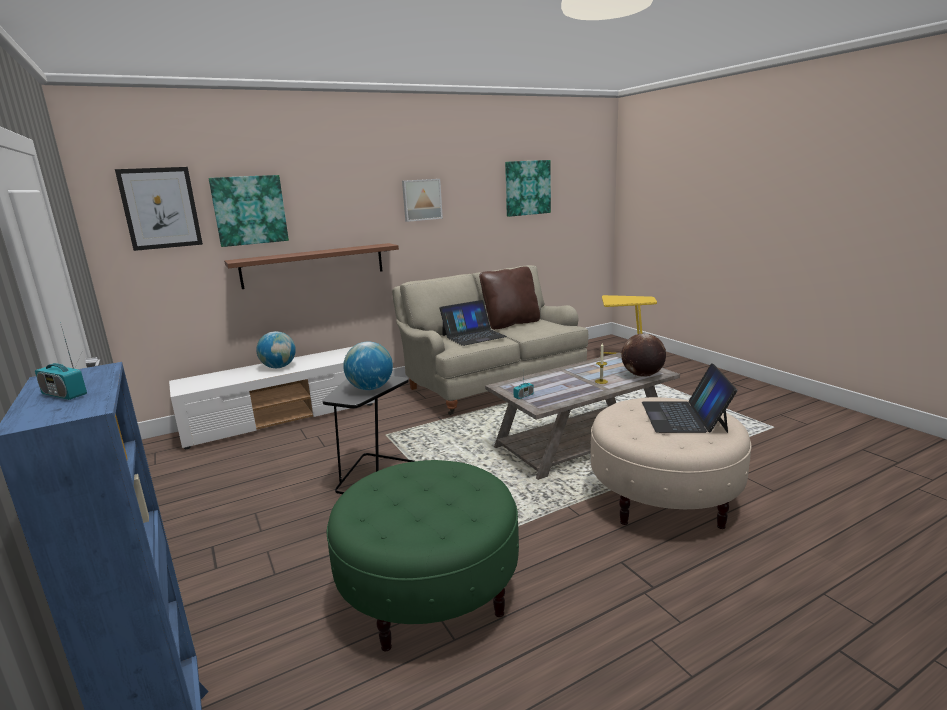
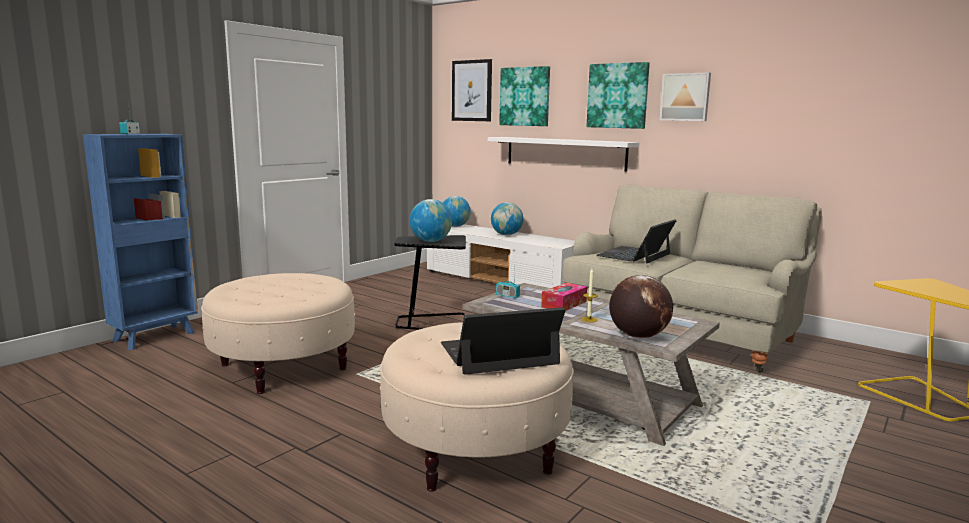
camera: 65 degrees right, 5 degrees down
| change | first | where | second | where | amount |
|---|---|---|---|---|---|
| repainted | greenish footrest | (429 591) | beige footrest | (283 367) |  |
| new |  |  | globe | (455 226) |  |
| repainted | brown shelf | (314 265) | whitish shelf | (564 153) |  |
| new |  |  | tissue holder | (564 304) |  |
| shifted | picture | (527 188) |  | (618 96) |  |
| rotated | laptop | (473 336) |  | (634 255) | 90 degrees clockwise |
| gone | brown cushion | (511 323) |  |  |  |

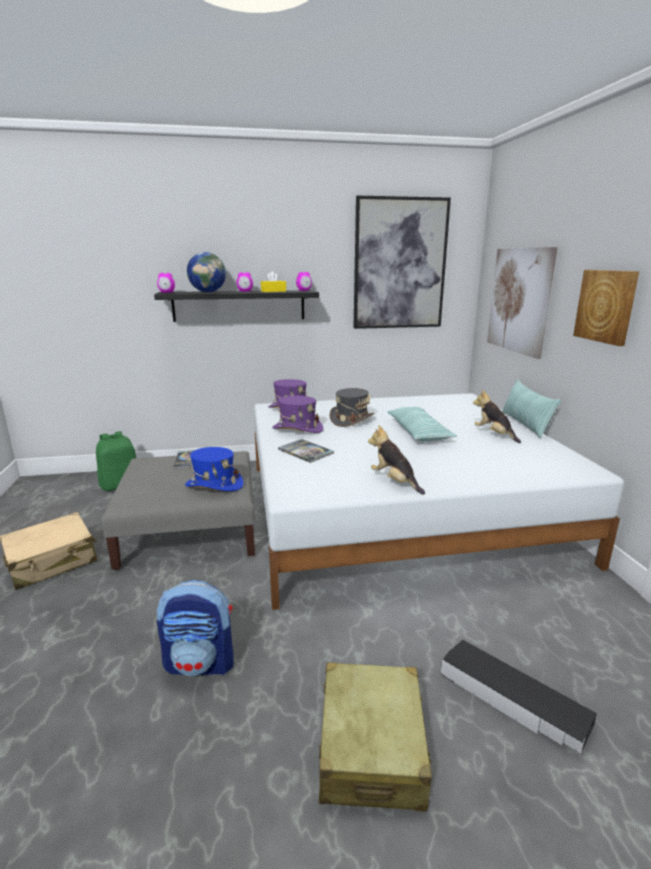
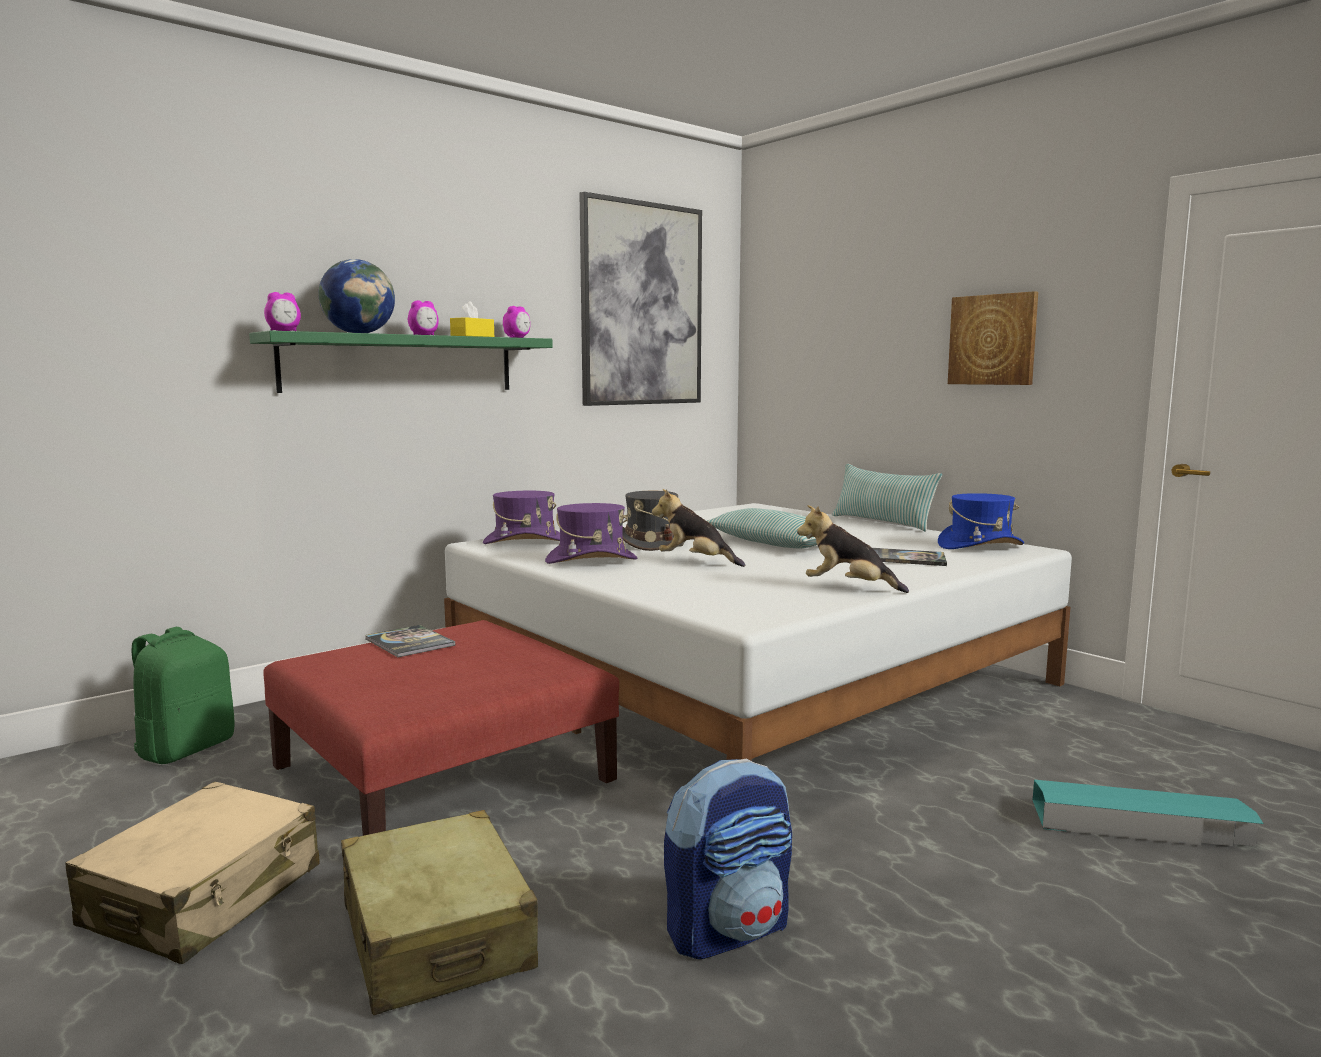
camera: 30 degrees left, 10 degrees down
| change | first | where | second | where | amount |
|---|---|---|---|---|---|
| repainted | black-coloured shelf | (239 305) | greenish shelf | (401 364) |  |
| repainted | gray footrest | (191 528) | red-coloured footrest | (444 774) |  |
| shifted | beige travel case | (371 747) |  | (437 936) |  |
| shifted | cuddly toy | (494 434) |  | (696 562) |  |
| shifted | bound book | (305 451) |  | (907 558) |  |
| shifted | blue-coloured clothing hat | (214 485) |  | (980 546) |  |
| repainted | black-coloured storage bin | (512 700) | turquoise-coloured storage bin | (1140 825) |  |
| gone | picture | (519 300) |  |  |  |

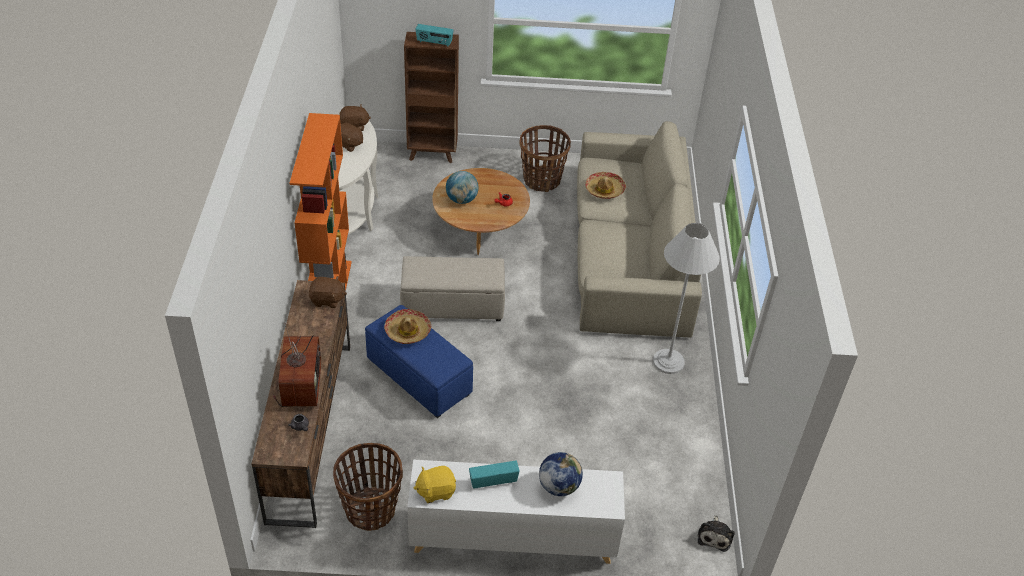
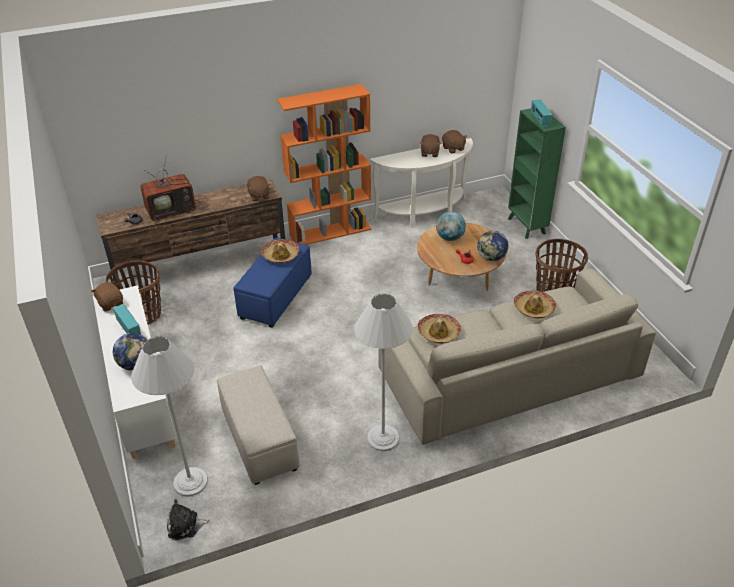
camera: 70 degrees right, 5 degrees down
| change | first | where | second | where | amount |
|---|---|---|---|---|---|
| repainted | yellowish cuddly toy | (435 491) | brown cuddly toy | (111 304) |  |
| new |  |  | whitish floor lamp | (190 482) |  |
| shifted | beige footrest | (451 305) |  | (259 439) |  |
| new |  |  | clothing hat | (438 333) |  |
| new |  |  | globe | (491 258) |  |
| repainted | brown bookshelf | (432 154) | greenish bookshelf | (526 226) |  |

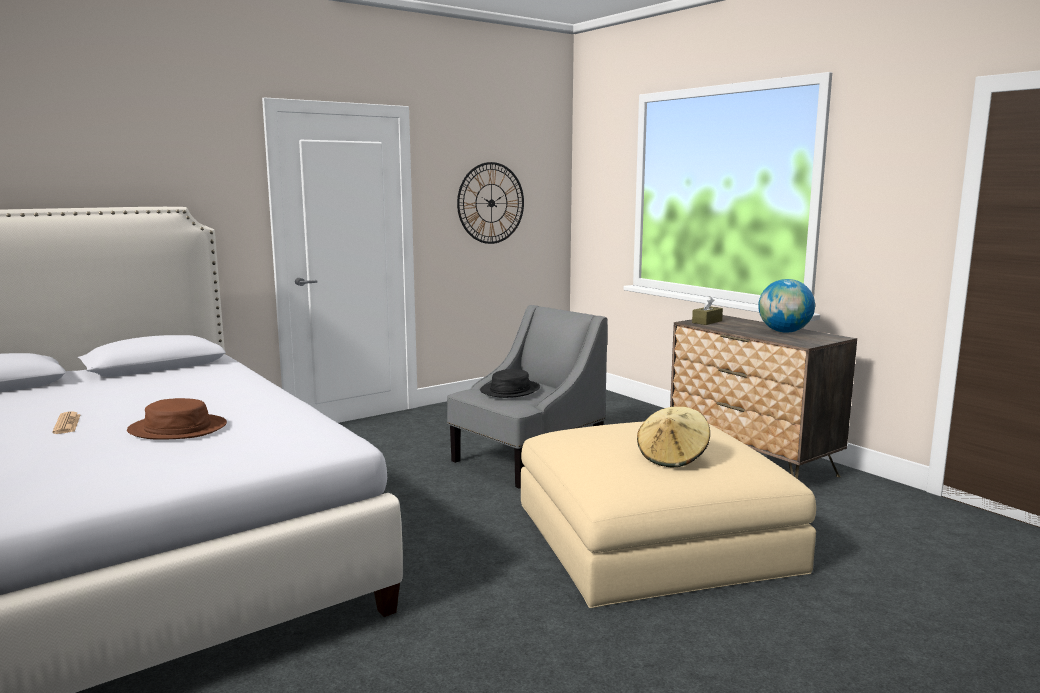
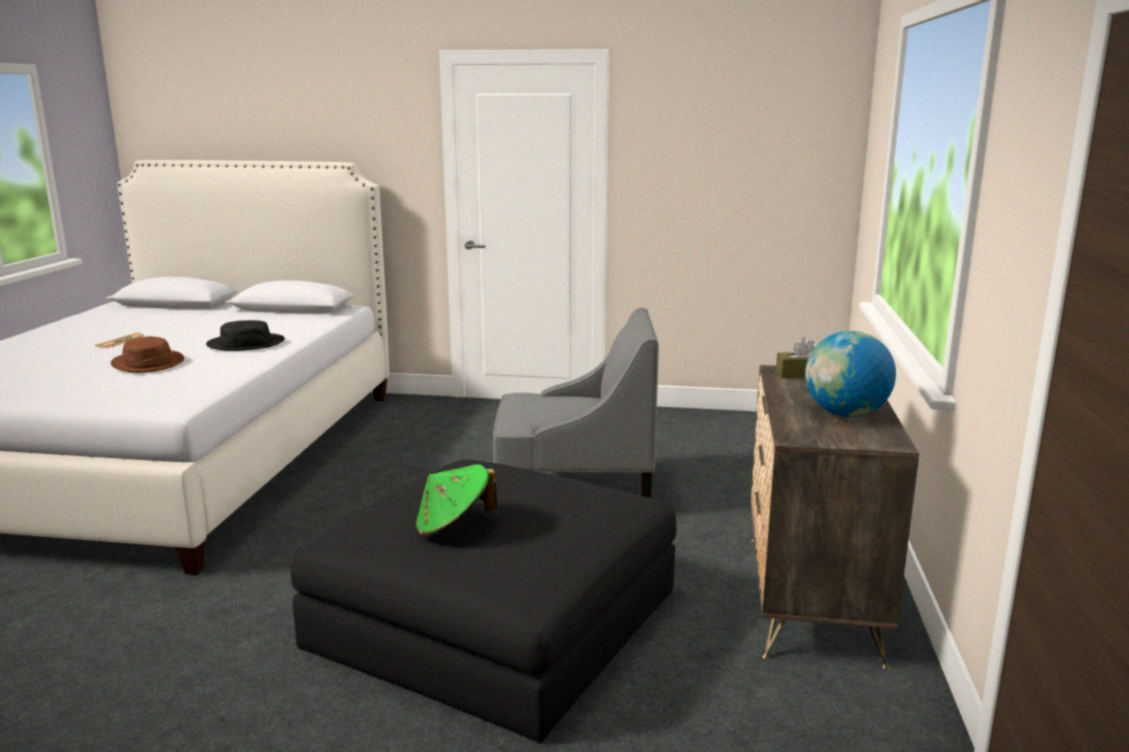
camera: 45 degrees right, 5 degrees up
| change | first | where | second | where | amount |
|---|---|---|---|---|---|
| shifted | black-coloured clothing hat | (510 390) |  | (246 343) |  |
| repainted | beige footrest | (652 536) | black-coloured footrest | (495 618) |  |
| repainted | beige clothing hat | (672 457) | greenish clothing hat | (453 526) |  |
| gone | wall clock | (491 203) |  |  |  |

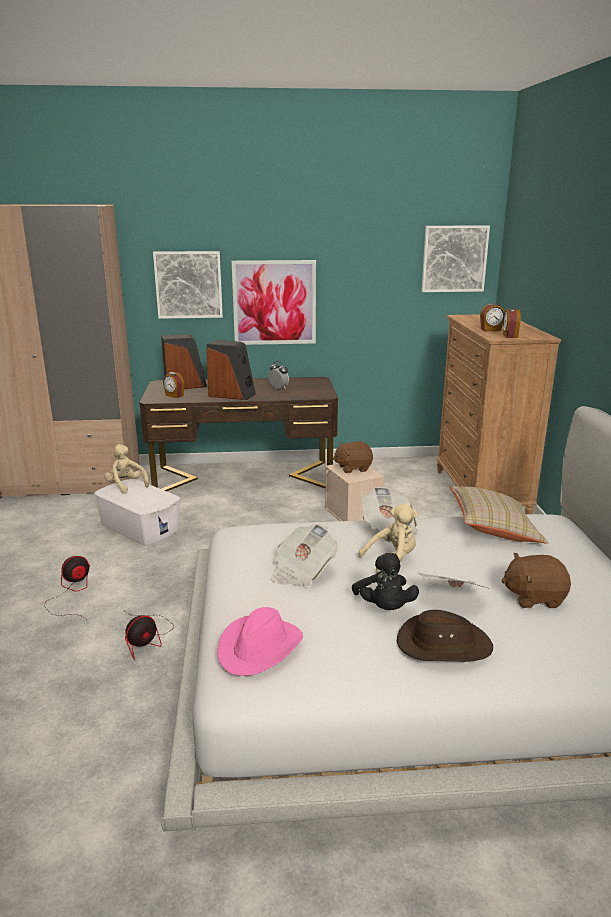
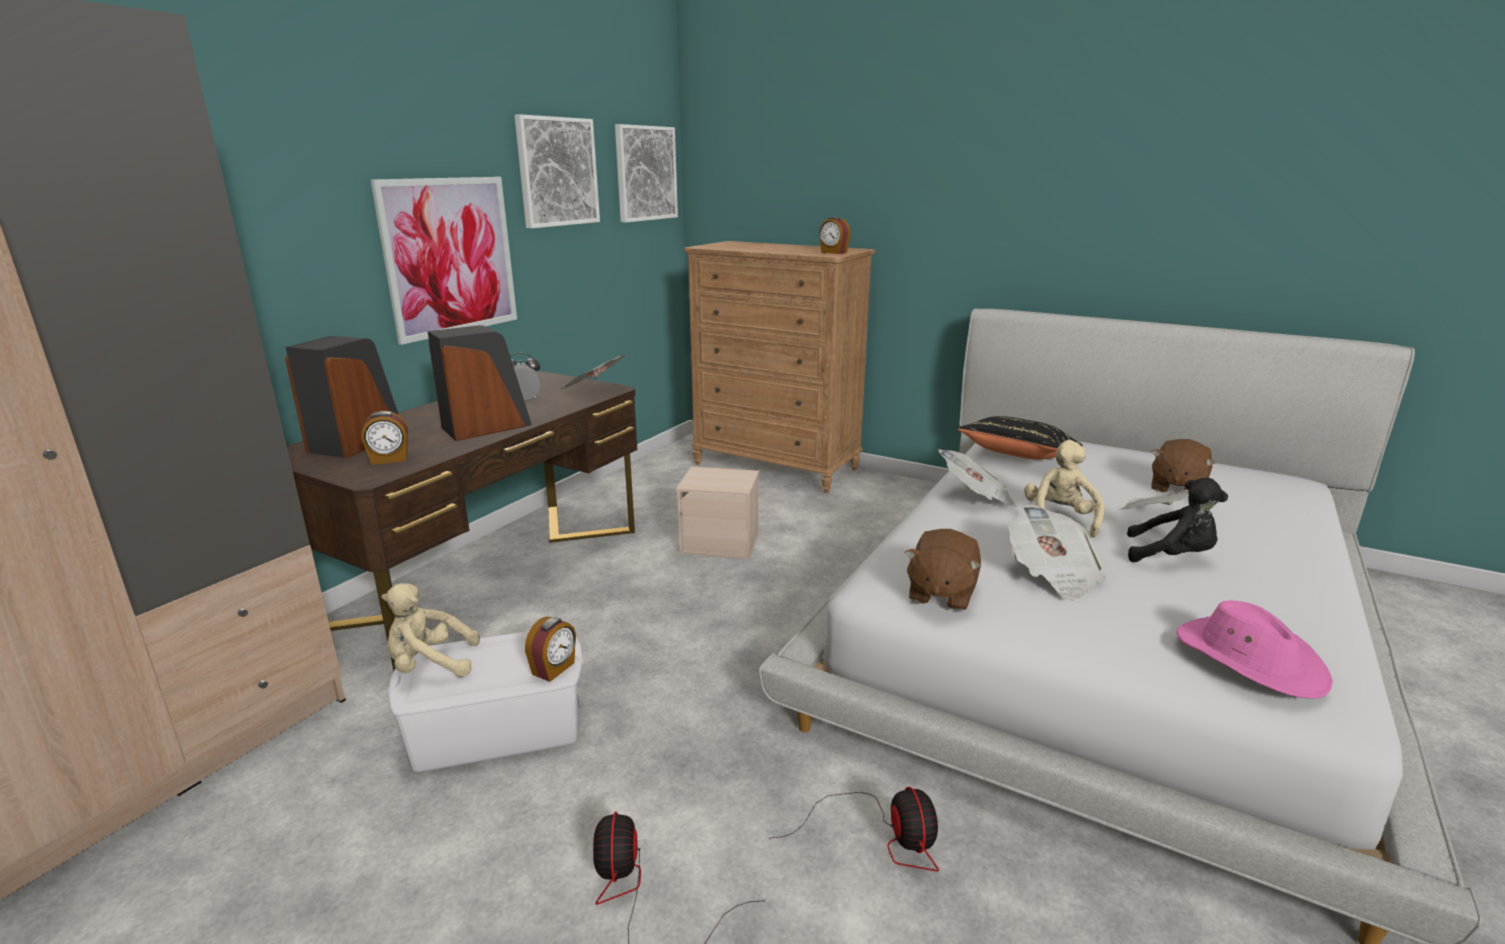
camera: 55 degrees left, 0 degrees up
| change | first | where | second | where | amount |
|---|---|---|---|---|---|
| shifted | picture | (188 284) |  | (557 172) |  |
| shifted | table clock | (491 330) |  | (554 669) |  |
| new |  |  | printed paper | (594 390) |  |
| shifted | brown cuddly toy | (353 468) |  | (940 593) |  |
| repainted | beige cushion | (493 529) | black-coloured cushion | (1017 457) |  |
| gone | brown clothing hat | (443 645) |  |  |  |

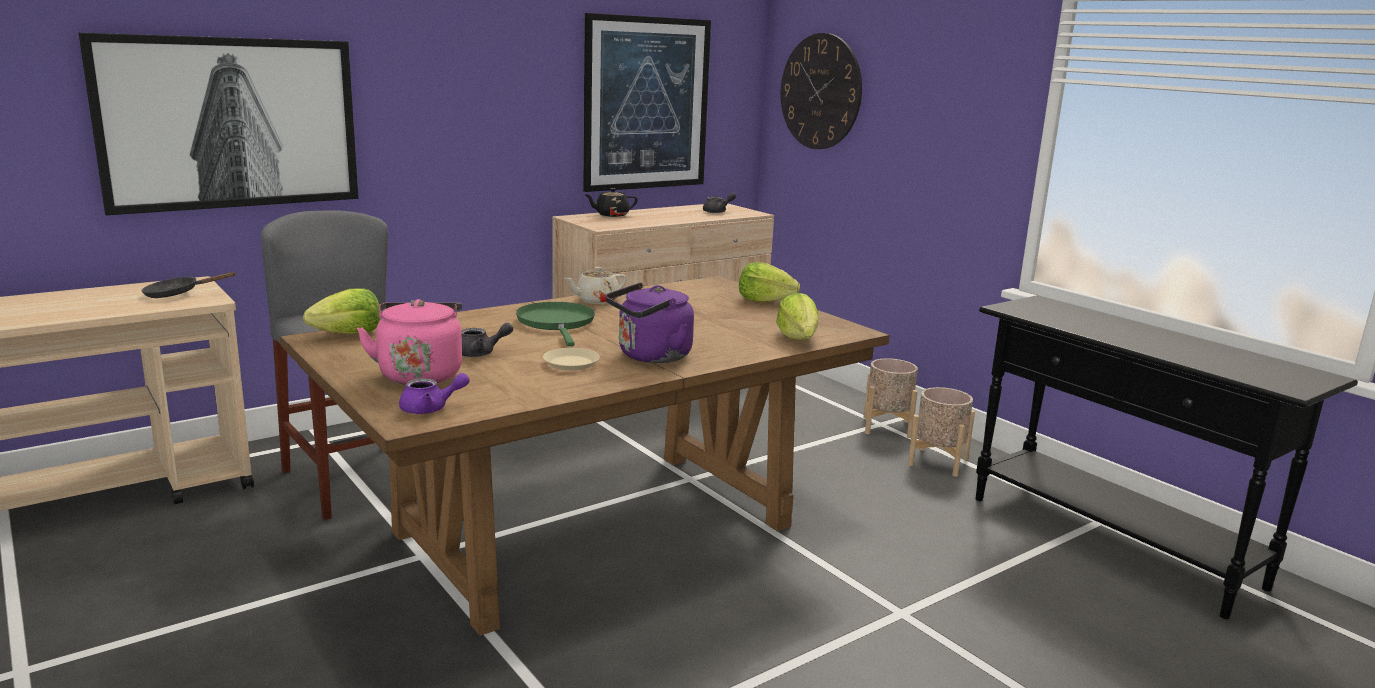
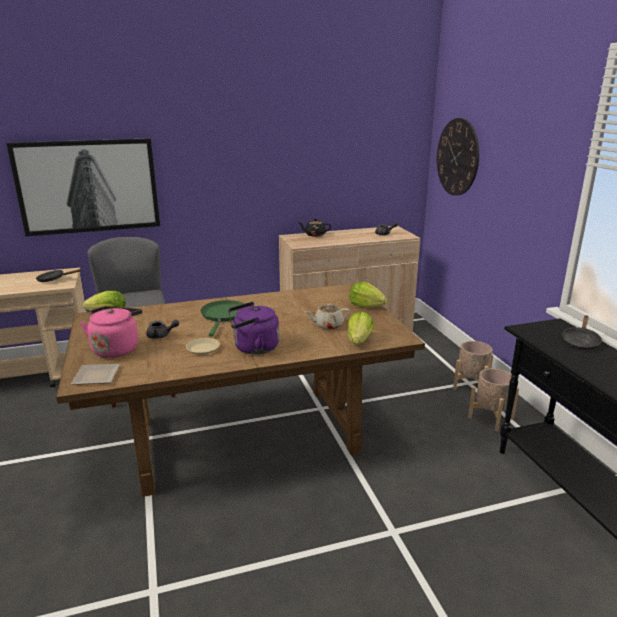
camera: 20 degrees right, 5 degrees up
| change | first | where | second | where | amount |
|---|---|---|---|---|---|
| swapped | purplish teapot | (430 409) | plate | (98 376) |  |
| shifted | beige teapot | (596 300) |  | (328 325) |  |
| new |  |  | black-coloured frying pan | (580 342) |  |
| gone | picture | (646 104) |  |  |  |

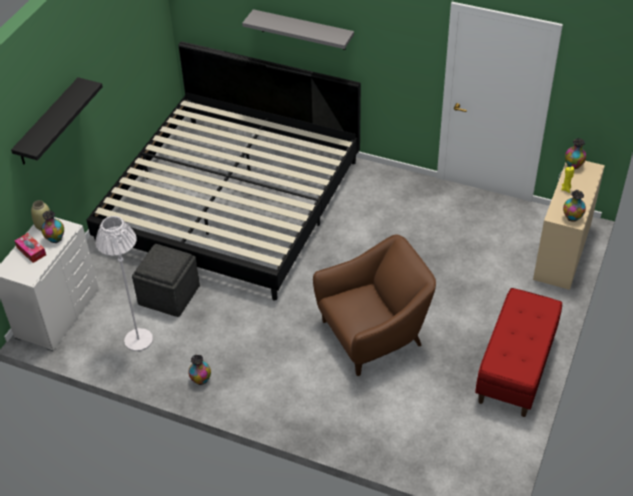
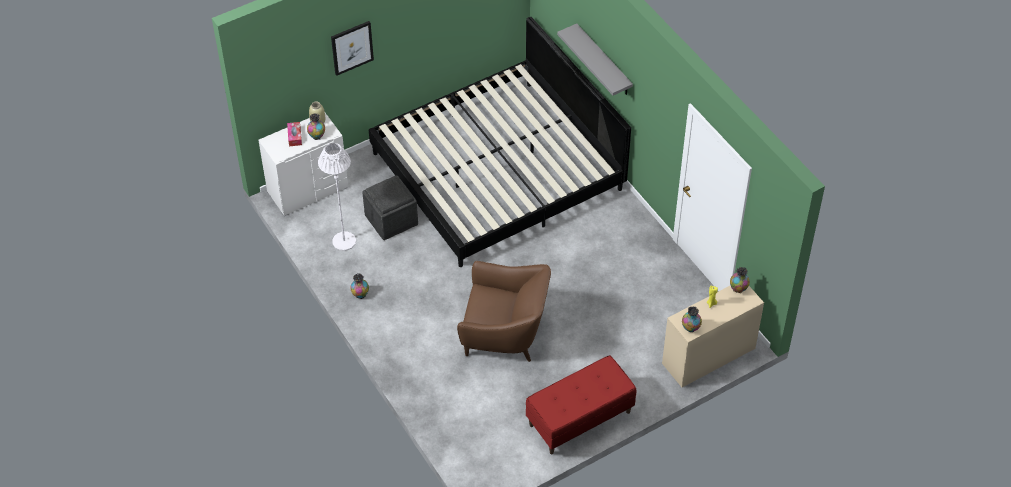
camera: 35 degrees right, 5 degrees up
| change | first | where | second | where | amount |
|---|---|---|---|---|---|
| swapped | black-coloured shelf | (48 122) | picture | (352 47) |  |

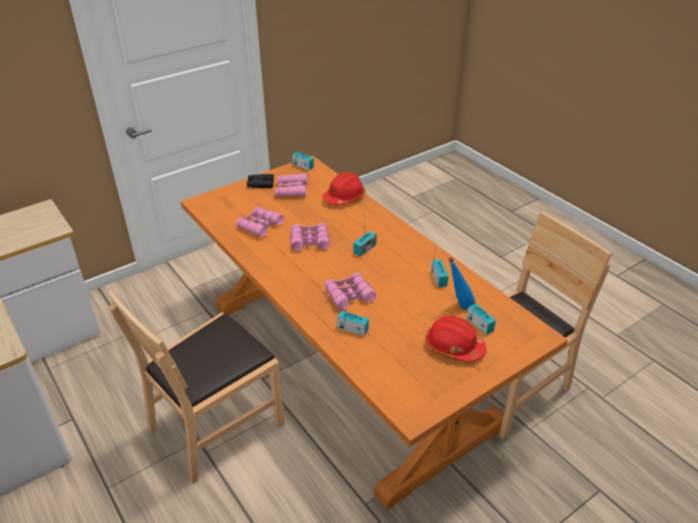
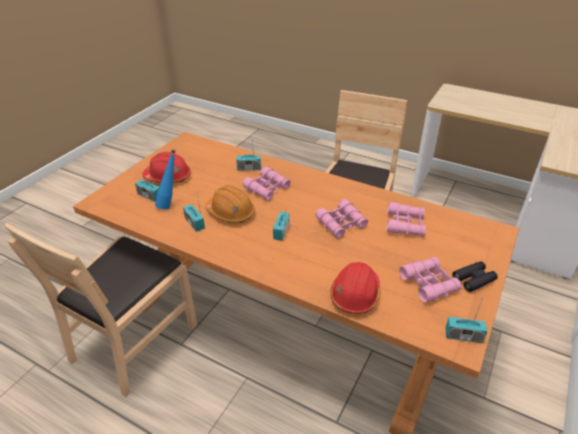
camera: 155 degrees right, 0 degrees up
| change | first | where | second | where | amount |
|---|---|---|---|---|---|
| new |  |  | orange-coloured work helmet | (230 213) |  |

